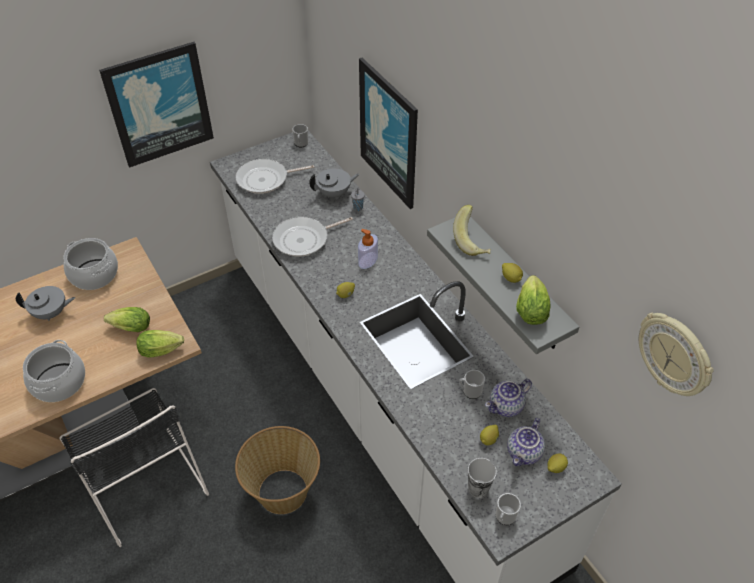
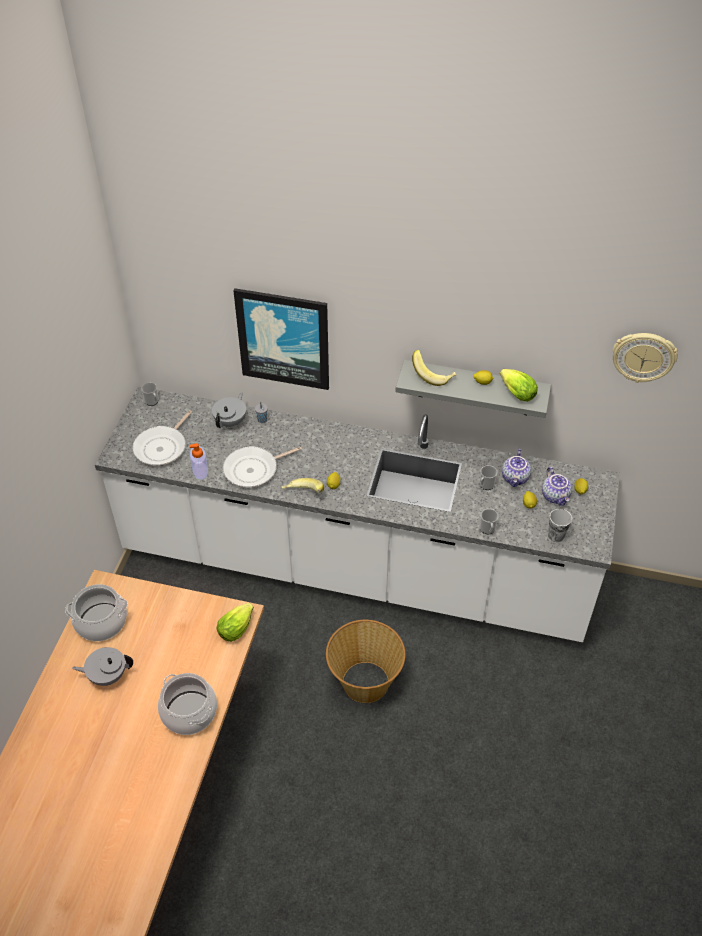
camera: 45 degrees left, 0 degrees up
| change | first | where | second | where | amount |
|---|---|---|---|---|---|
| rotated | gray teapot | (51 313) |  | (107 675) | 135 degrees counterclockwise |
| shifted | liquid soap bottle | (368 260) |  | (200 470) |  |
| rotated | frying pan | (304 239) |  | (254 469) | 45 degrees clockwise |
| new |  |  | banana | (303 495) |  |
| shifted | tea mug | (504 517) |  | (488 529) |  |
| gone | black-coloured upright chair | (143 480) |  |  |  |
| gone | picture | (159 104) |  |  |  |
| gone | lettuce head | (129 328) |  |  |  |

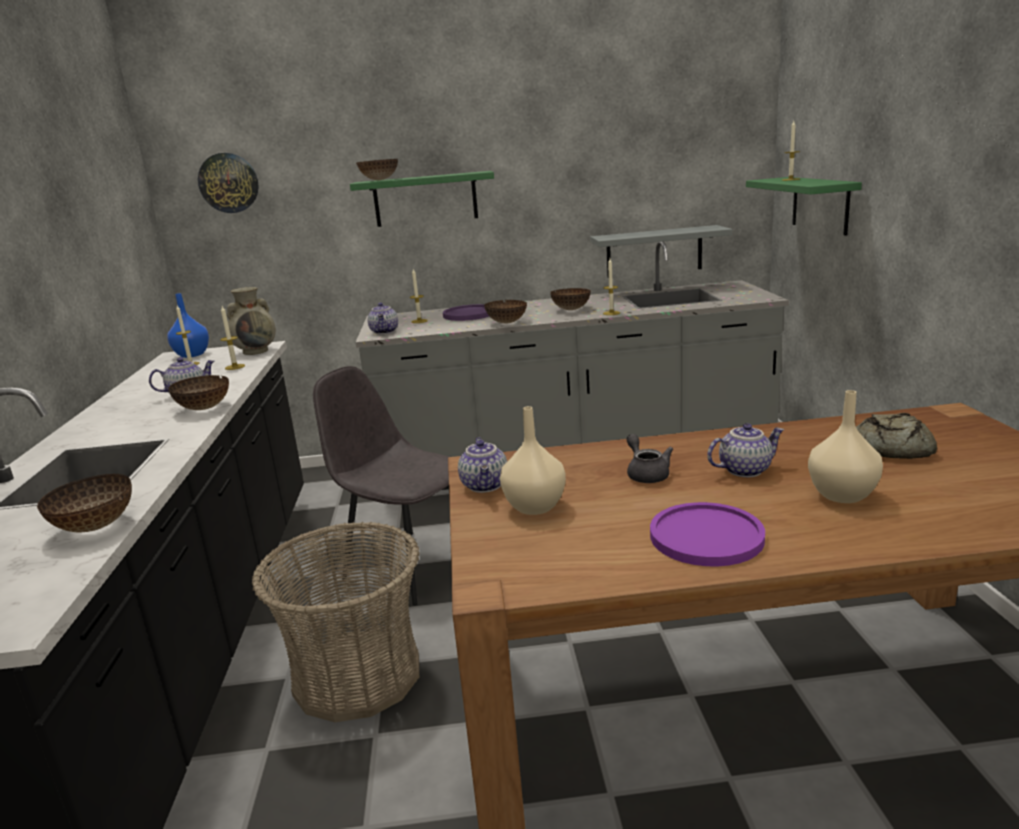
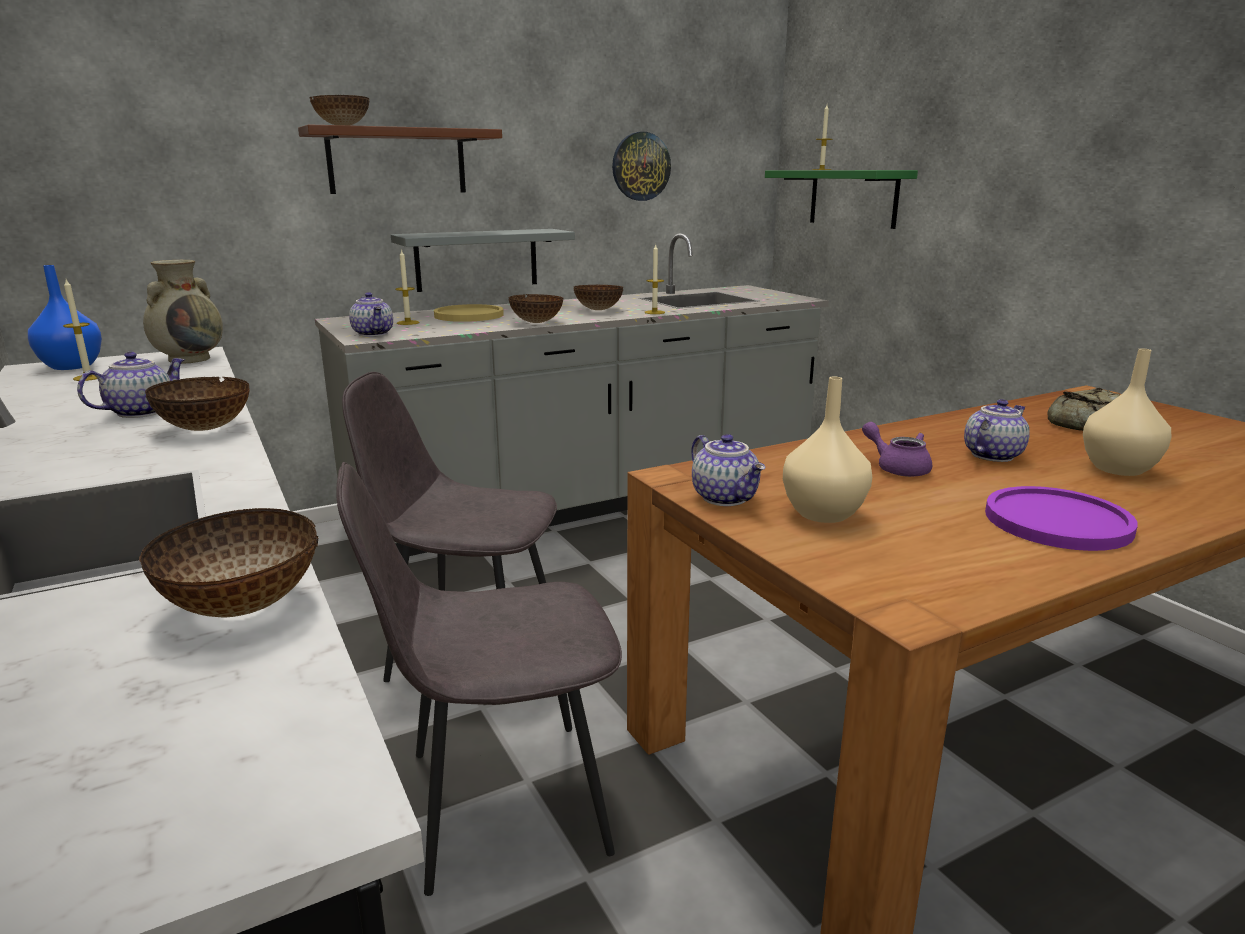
camera: 25 degrees left, 0 degrees up
| change | first | where | second | where | amount |
|---|---|---|---|---|---|
| repainted | greenish shelf | (425 199) | brown shelf | (397 161) |  |
| swapped | basket | (357 675) | gray upright chair | (499 802) |  |
| shifted | gray shelf | (654 252) |  | (477 259) |  |
| repainted | purplish plate | (469 314) | yellowish plate | (469 315) |  |
| shifted | wall clock | (228 183) |  | (640 166) |  |
| repainted | gray teapot | (646 474) | purplish teapot | (897 468) |  |
| gone | candle | (235 367) |  |  |  |

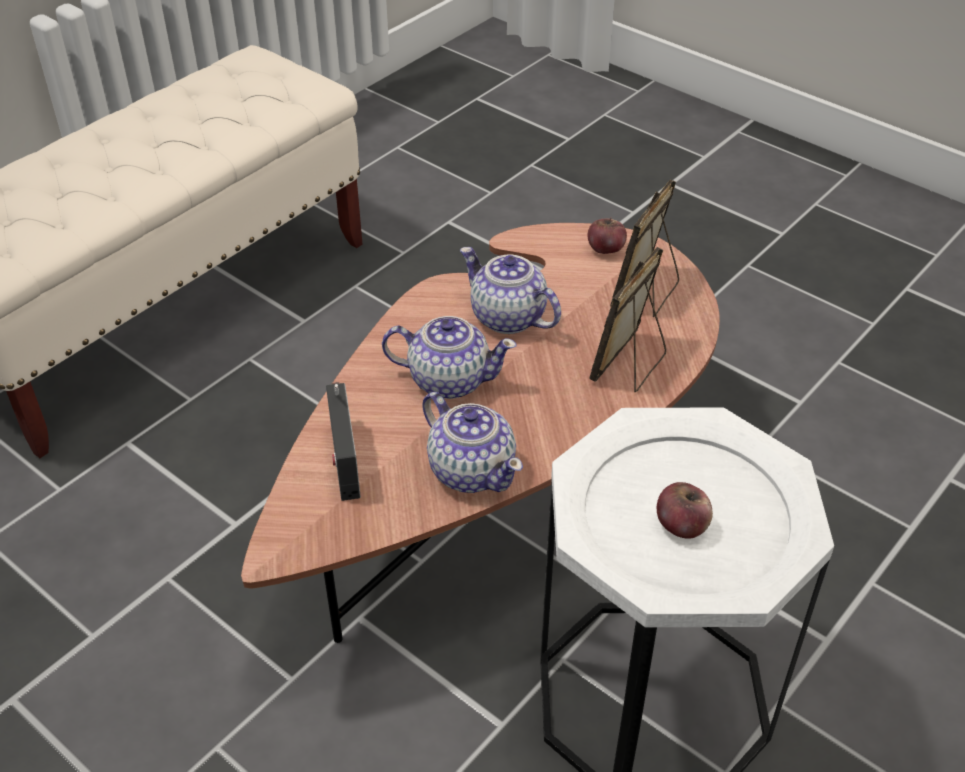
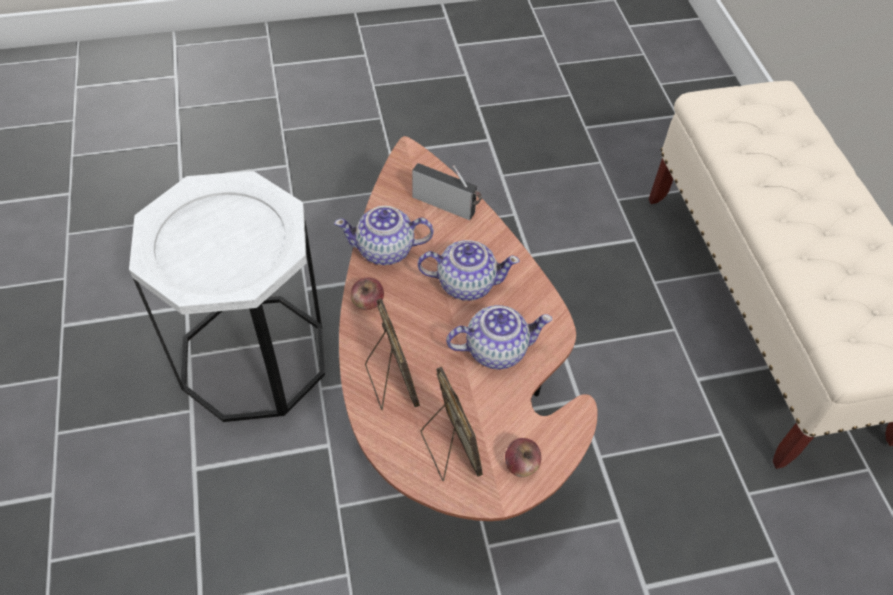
camera: 125 degrees right, 10 degrees up
| change | first | where | second | where | amount |
|---|---|---|---|---|---|
| shifted | apple | (681 525) |  | (367 302) |  |
| rotated | teapot | (448 379) |  | (465 283) | 135 degrees counterclockwise |

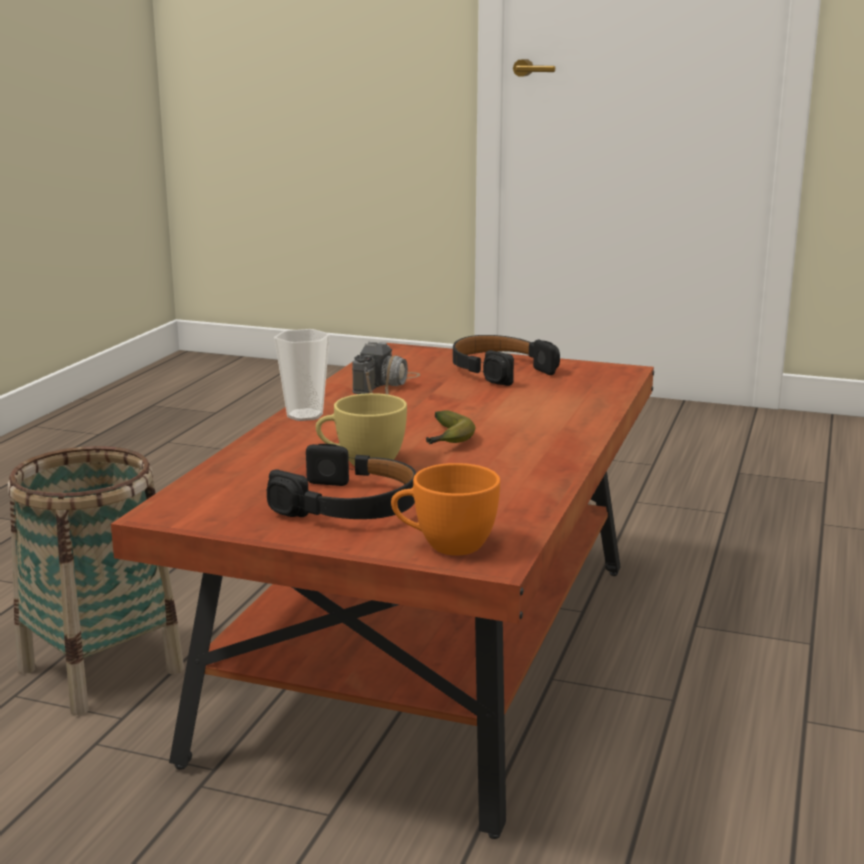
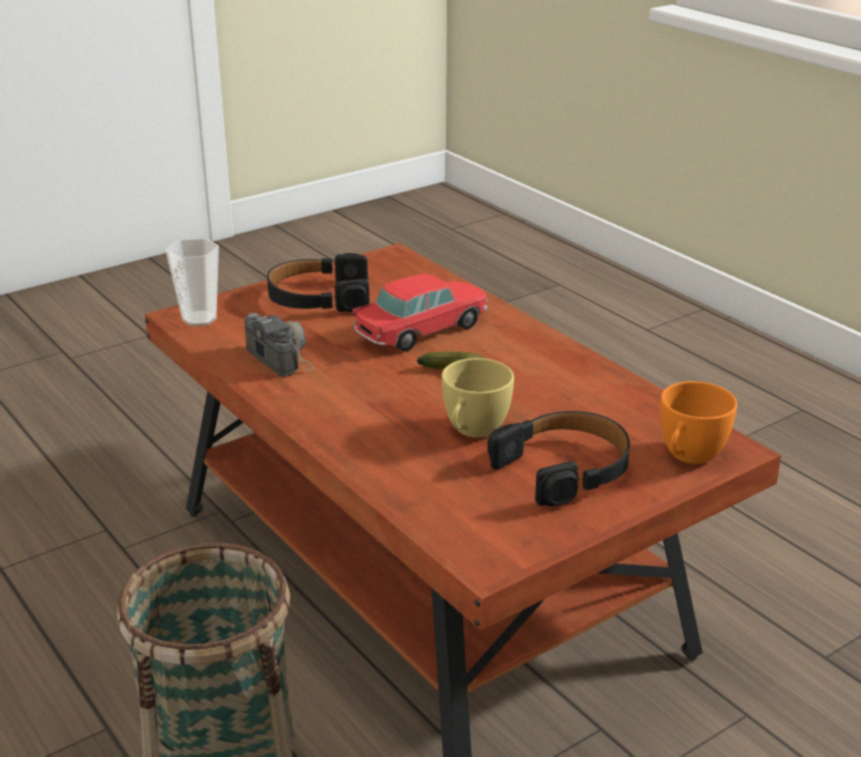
camera: 55 degrees left, 10 degrees up
| change | first | where | second | where | amount |
|---|---|---|---|---|---|
| shifted | small cup | (305 415) |  | (199 319) |  |
| new |  |  | model car | (422 330) |  |

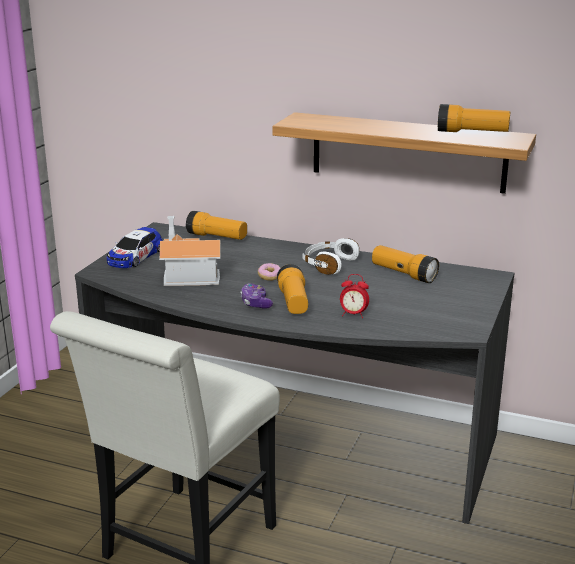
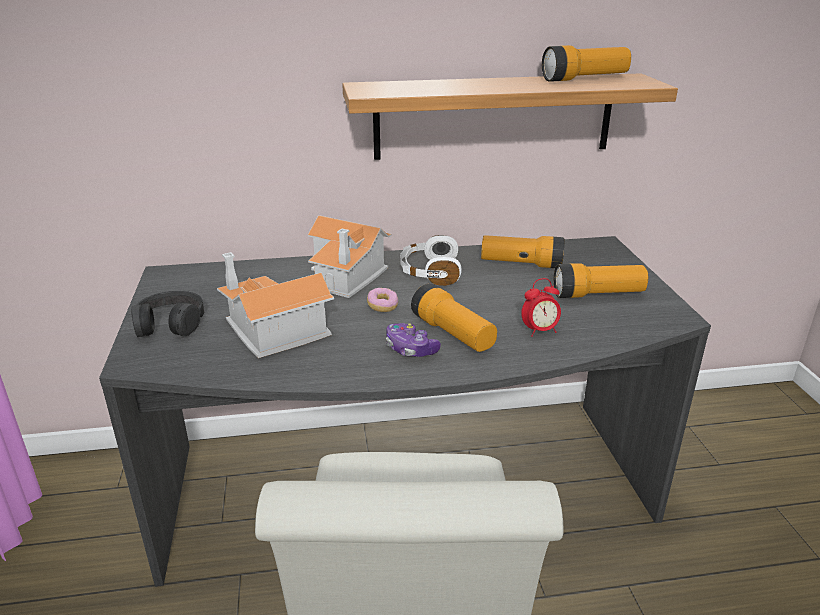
camera: 30 degrees left, 5 degrees up
| change | first | where | second | where | amount |
|---|---|---|---|---|---|
| swapped | model car | (135 256) | black-coloured pair of headphones | (170 323) |  |
| new |  |  | toy house | (348 275) |  |
| shifted | torch | (217 237) |  | (598 294) |  |

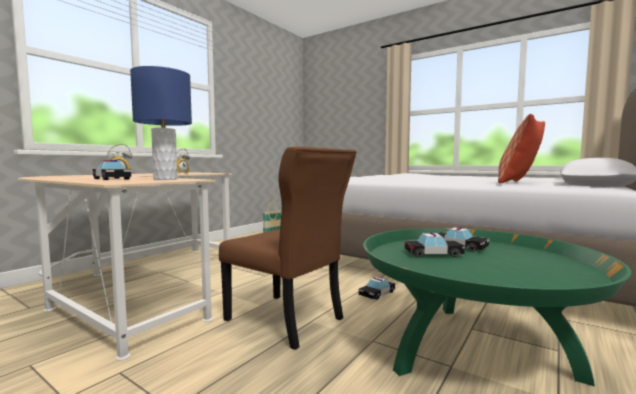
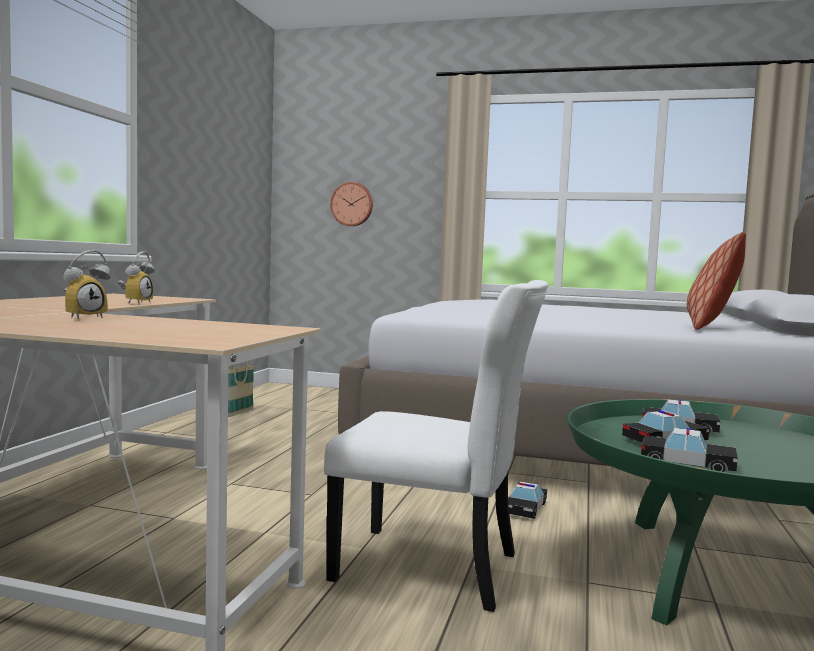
camera: 20 degrees left, 0 degrees up
| change | first | where | second | where | amount |
|---|---|---|---|---|---|
| repainted | brown upright chair | (287 321) | whitish upright chair | (434 569) |  |
| new |  |  | wall clock | (352 204) |  |
| shifted | model car | (111 179) |  | (687 464) |  |
| gone | blue-coloured tabletop lamp | (165 179) |  |  |  |

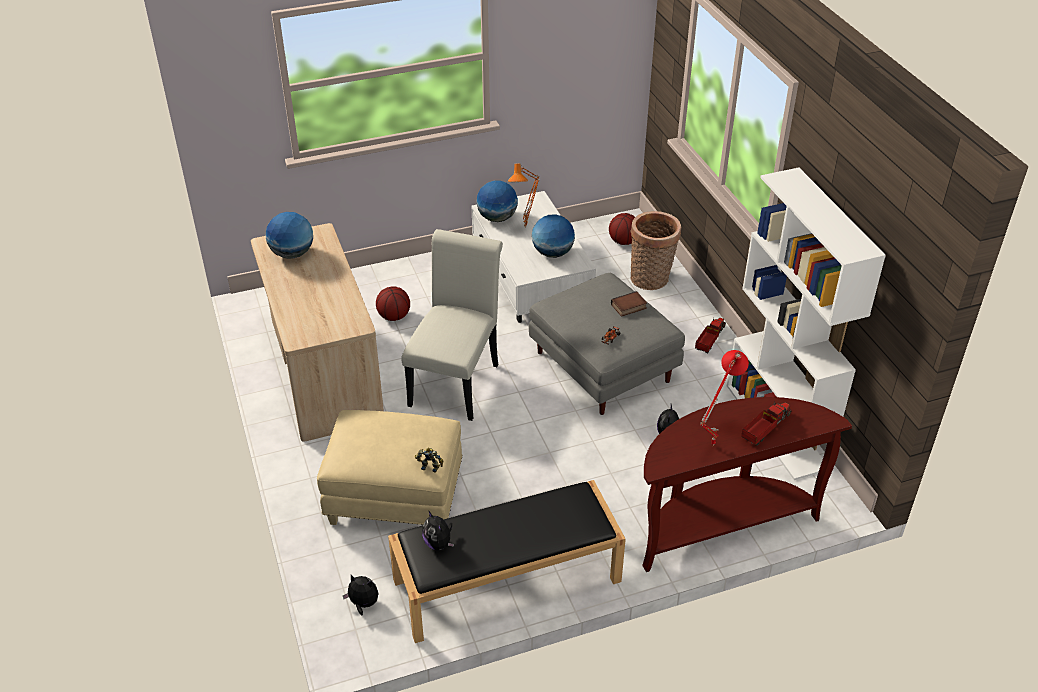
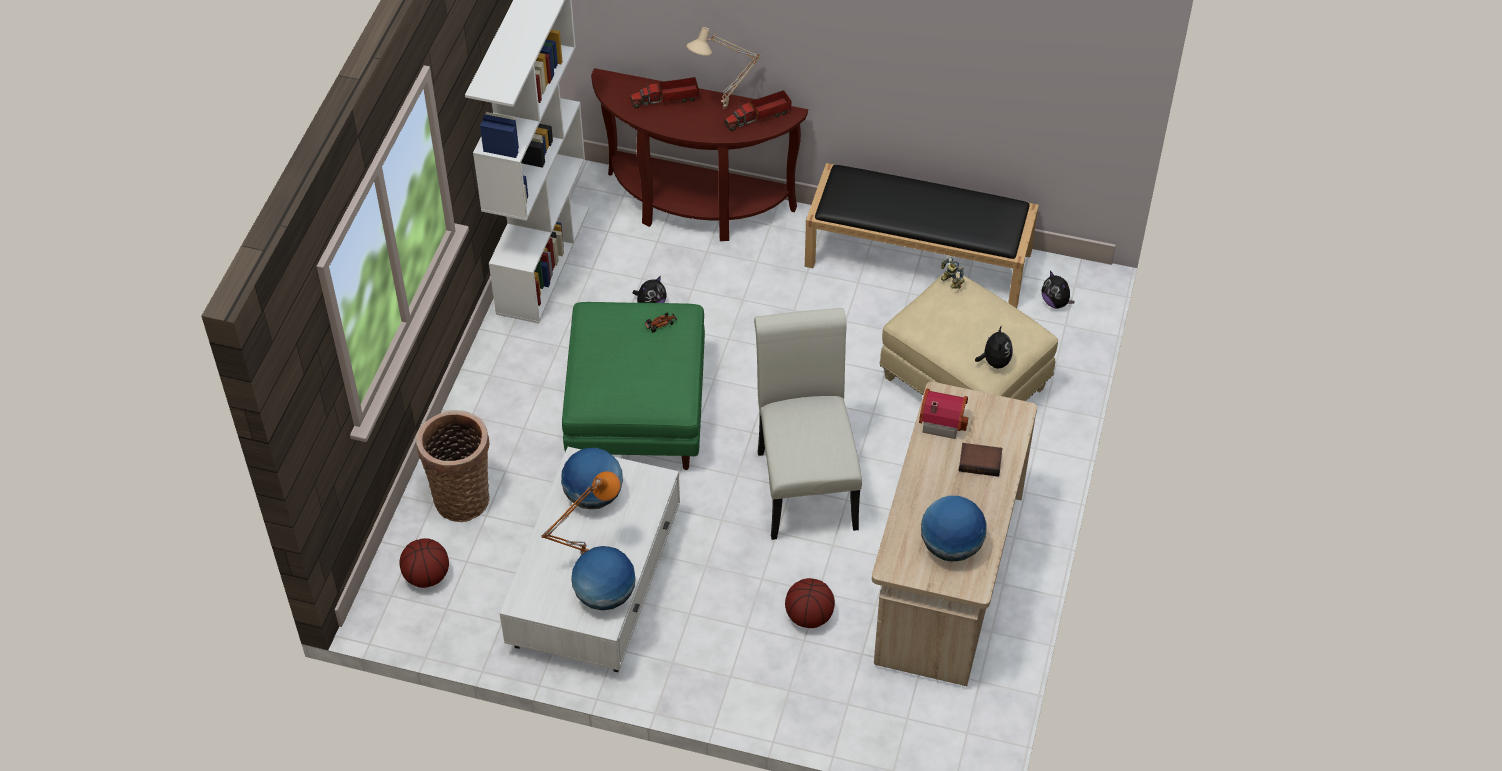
camera: 145 degrees left, 10 degrees up
| change | first | where | second | where | amount |
|---|---|---|---|---|---|
| repainted | gray footrest | (604 367) | greenish footrest | (636 410) |  |
| repainted | red-coloured tabletop lamp | (711 444) | beige tabletop lamp | (725 110) |  |
| shifted | model truck | (710 340) |  | (759 117) |  |
| rotated | whitish upright chair | (456 380) |  | (805 482) | 120 degrees clockwise |
| new |  |  | toy house | (941 420) |  |
| shifted | bound book | (628 307) |  | (980 461) |  |
| shifted | cuddly toy | (439 544) |  | (994 362) |  |

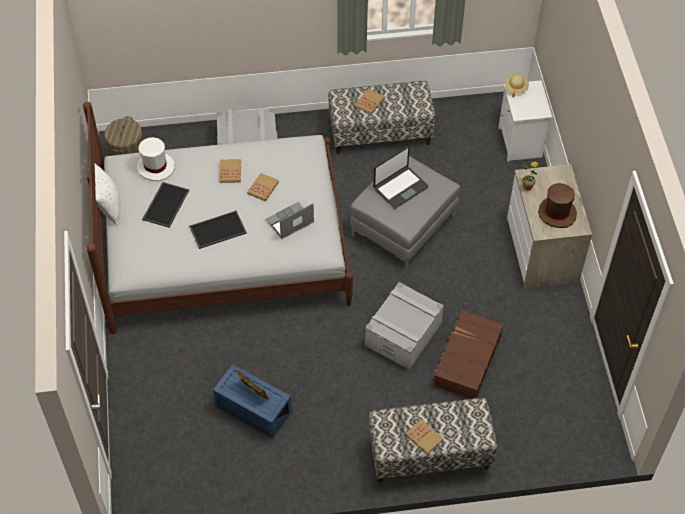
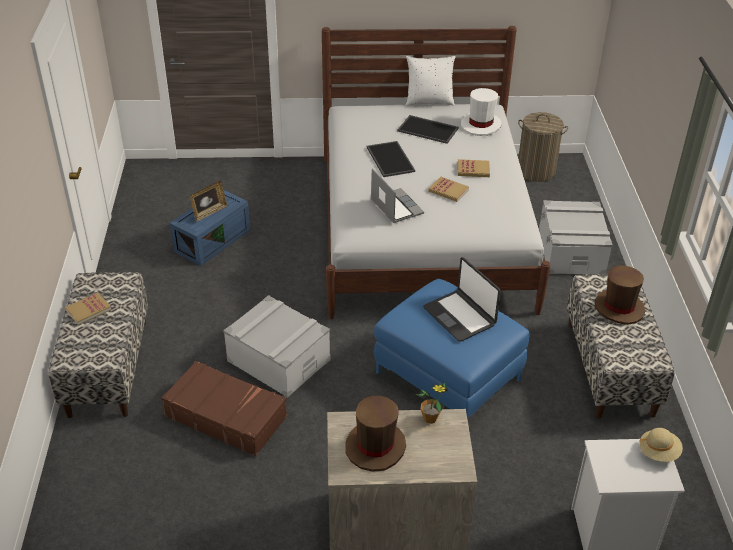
camera: 95 degrees right, 15 degrees down
| change | first | where | second | where | amount |
|---|---|---|---|---|---|
| repainted | gray footrest | (403 225) | blue-coloured footrest | (448 376) |  |
| swapped | bound book | (369 102) | brown clothing hat | (619 308) |  |

